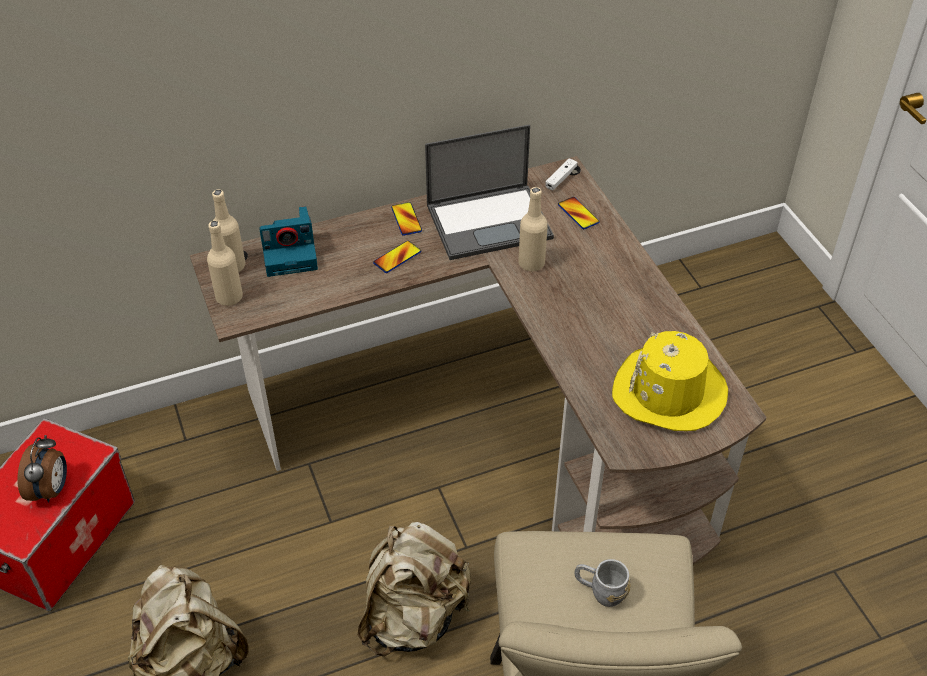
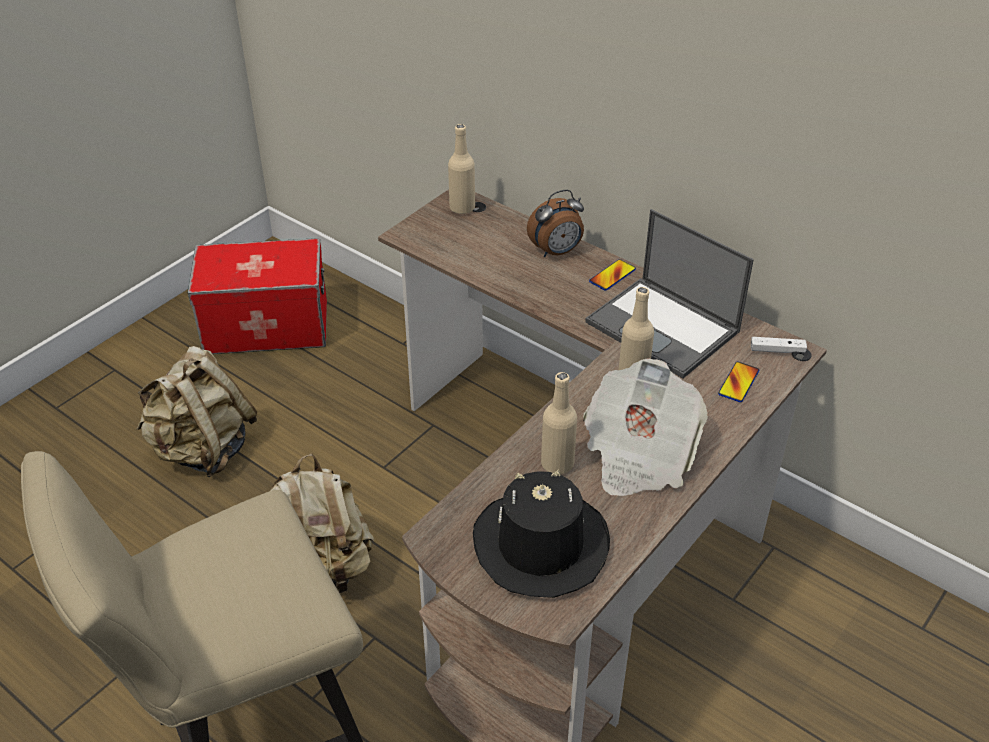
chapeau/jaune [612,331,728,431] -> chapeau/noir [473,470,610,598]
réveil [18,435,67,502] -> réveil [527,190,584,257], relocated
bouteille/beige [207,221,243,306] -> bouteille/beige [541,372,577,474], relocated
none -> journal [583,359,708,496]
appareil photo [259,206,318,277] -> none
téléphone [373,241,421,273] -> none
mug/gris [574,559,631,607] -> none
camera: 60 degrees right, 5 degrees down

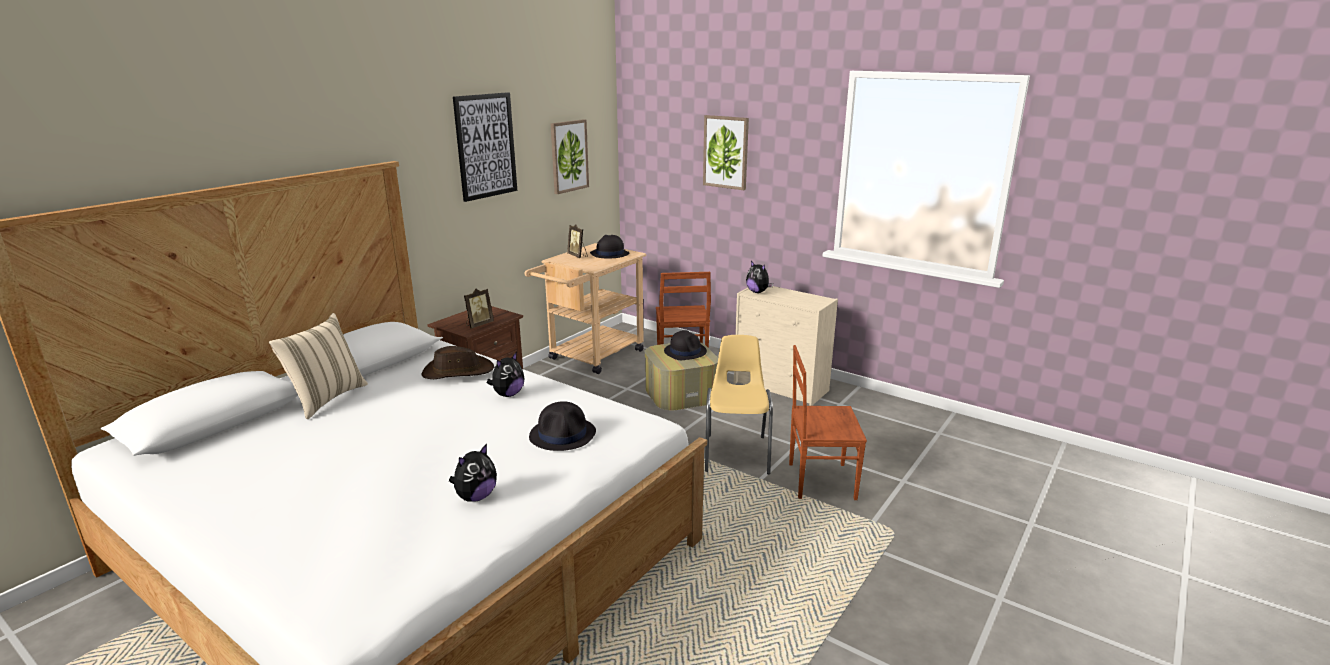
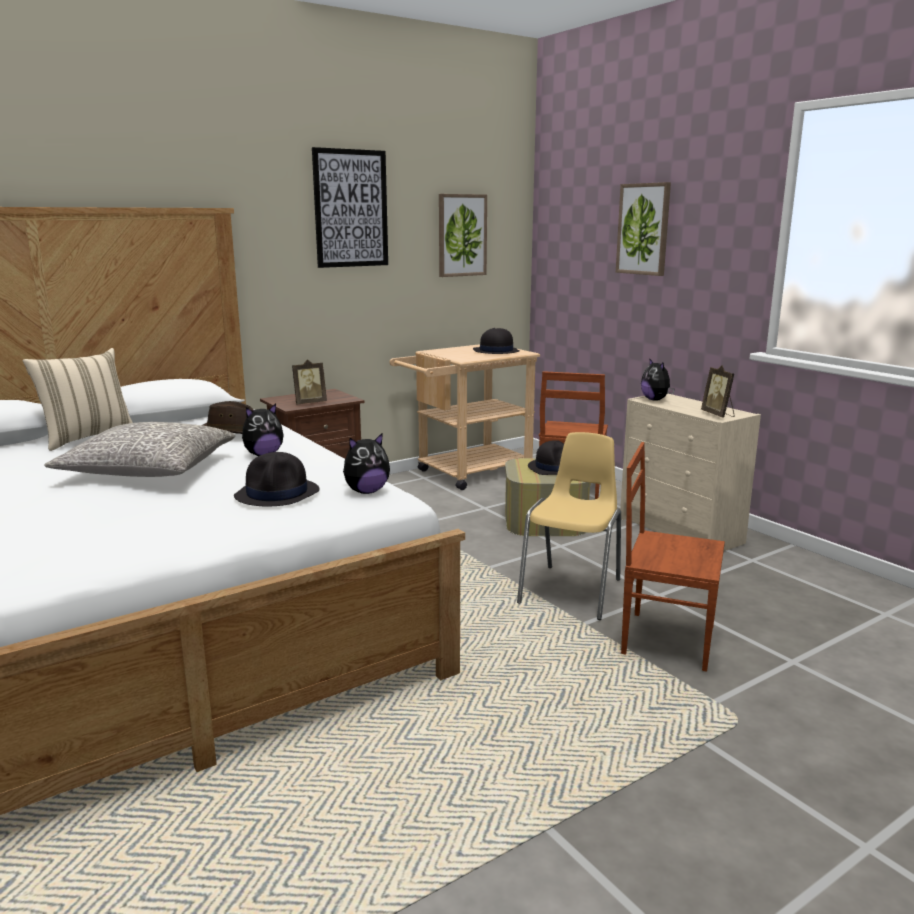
none -> coussin/gris [44,422,235,477]
peluche [449,444,497,502] -> peluche [343,433,390,494], relocated
cadre photo [567,224,588,258] -> cadre photo [701,365,734,417], relocated
camera: 20 degrees right, 5 degrees down

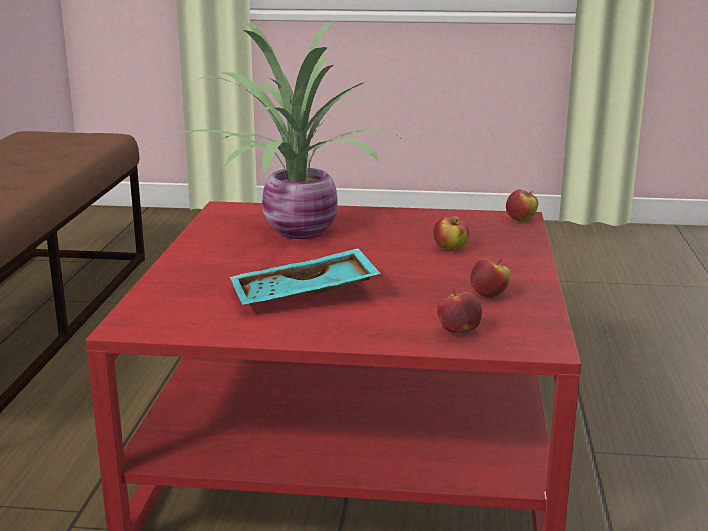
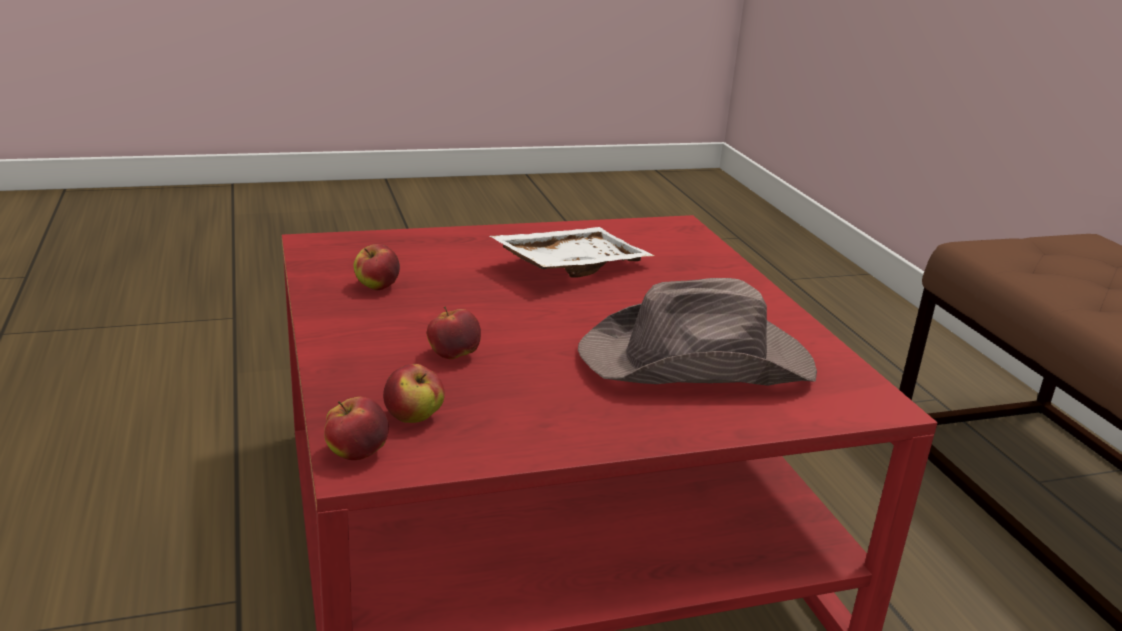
pomme [437,289,482,334] -> pomme [383,364,445,423], relocated
plateau/turquoise [230,248,381,305] -> plateau/blanc [490,227,654,278]
plante en pot [166,21,399,239] -> chapeau/marron [578,278,817,386]
camera: 155 degrees right, 5 degrees up

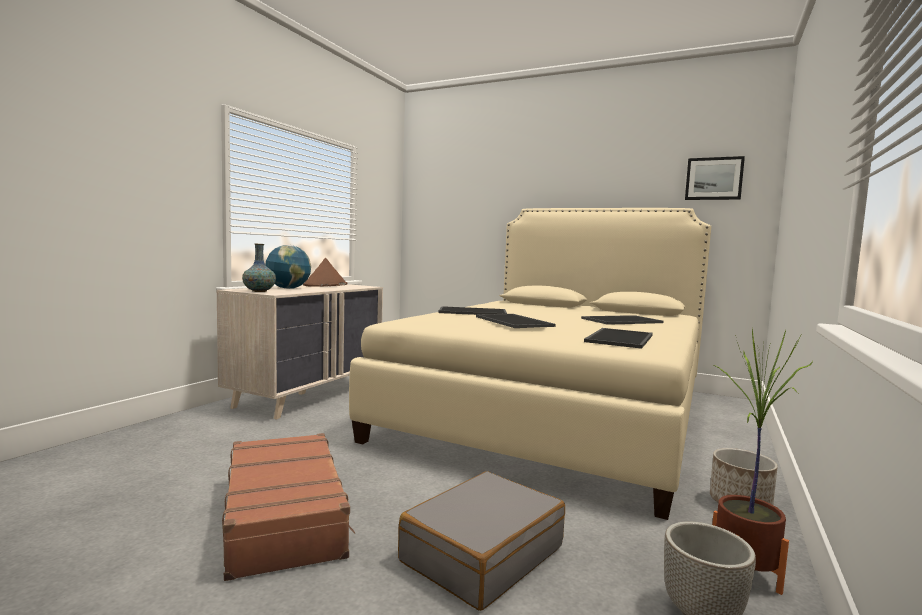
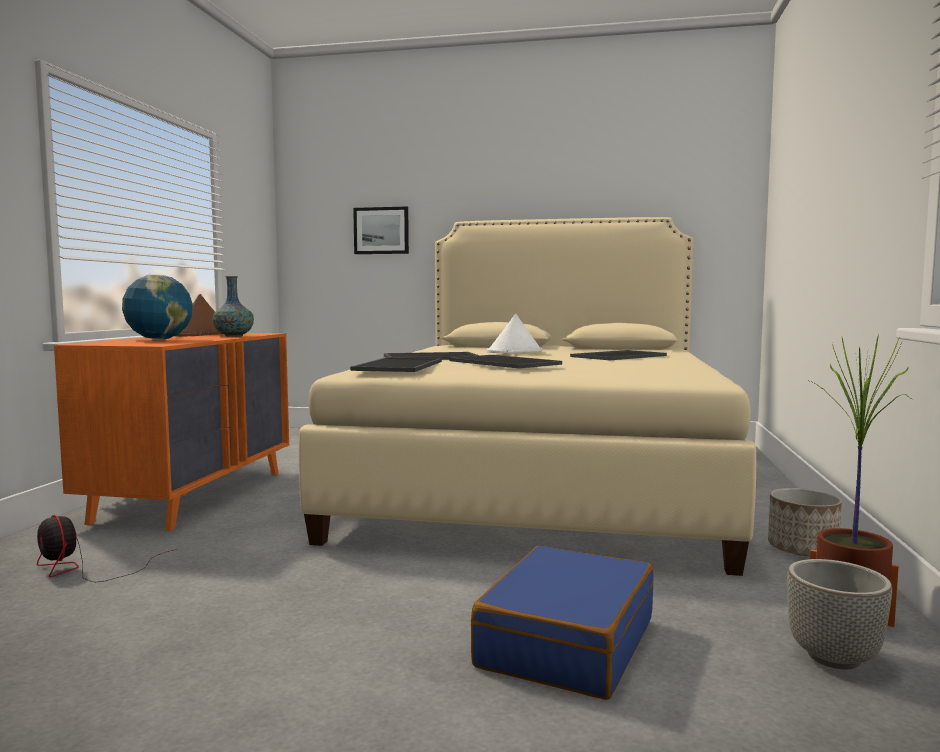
none -> ventilateur [37,515,177,582]
commode/beige [217,284,383,420] -> commode/orange [54,333,289,531]
vase [242,243,276,292] -> vase [212,276,254,337], relocated
plateau [584,328,653,349] -> plateau [350,357,442,372], relocated
tableau [685,156,745,200] -> tableau [353,207,409,254], relocated
valise/gris [398,471,565,611] -> valise/bleu [471,546,654,700]
none -> chapeau/blanc [487,314,542,353]
valise/marron [222,433,356,581] -> none
camera: 15 degrees left, 0 degrees up

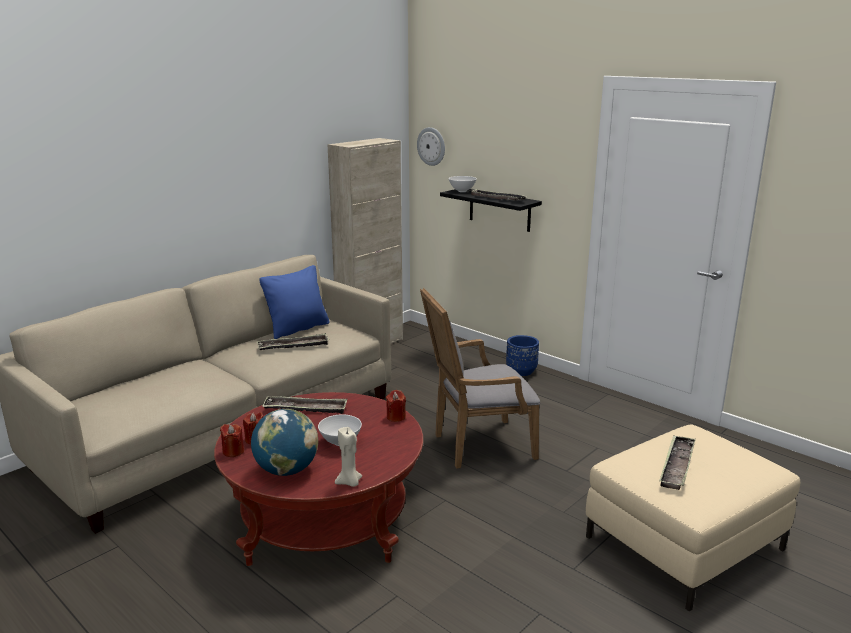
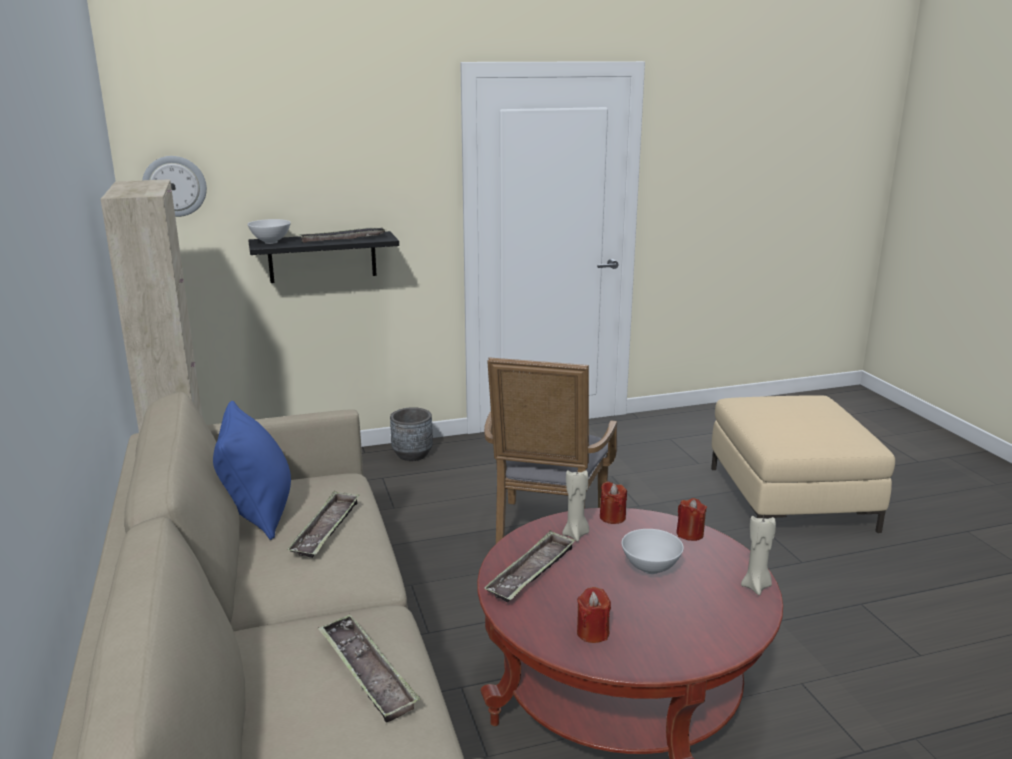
plateau [659,435,696,490] -> plateau [318,614,420,723], relocated
cache-pot/bleu [506,335,539,376] -> cache-pot/gris [390,407,433,461]
none -> bougie/beige [562,469,589,542]
bougie/rouge [220,424,244,457] -> bougie/rouge [676,498,707,541], relocated
globe [251,409,318,476] -> none
camera: 60 degrees left, 0 degrees up

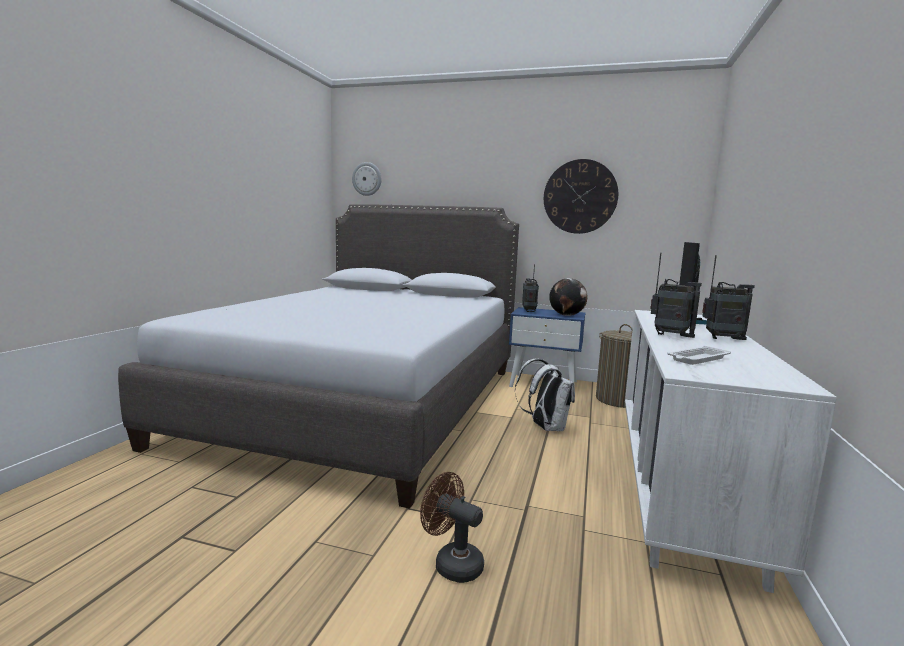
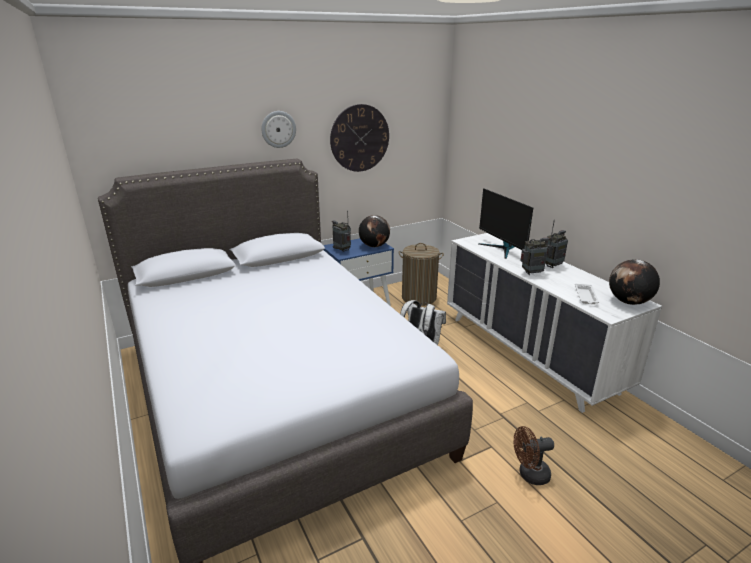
horloge murale [352,162,381,196] -> horloge murale [261,111,296,148], relocated
none -> globe [609,259,660,305]
camera: 45 degrees left, 15 degrees up

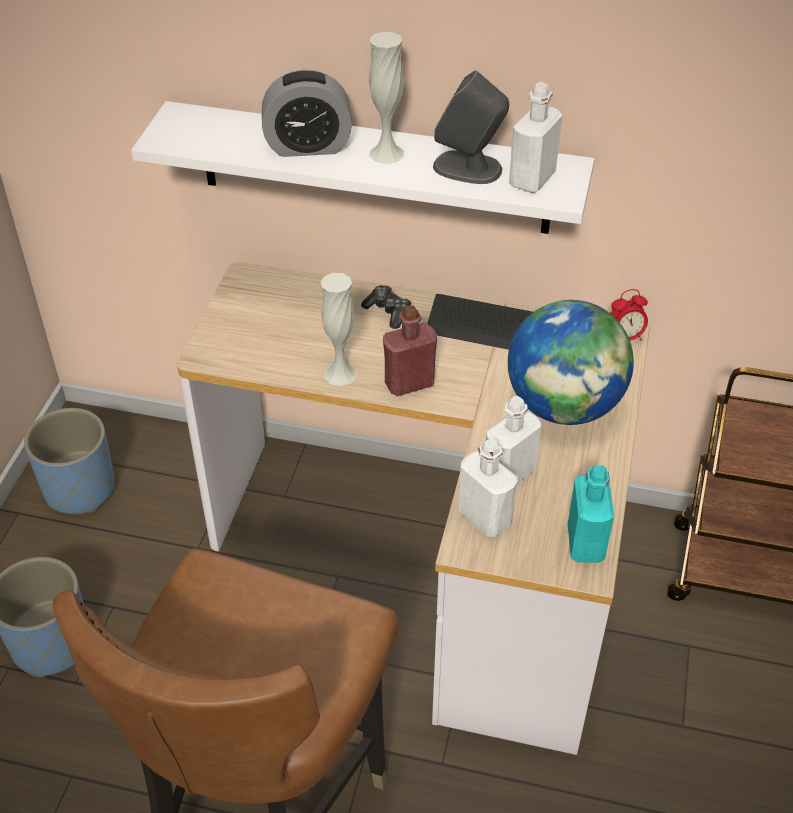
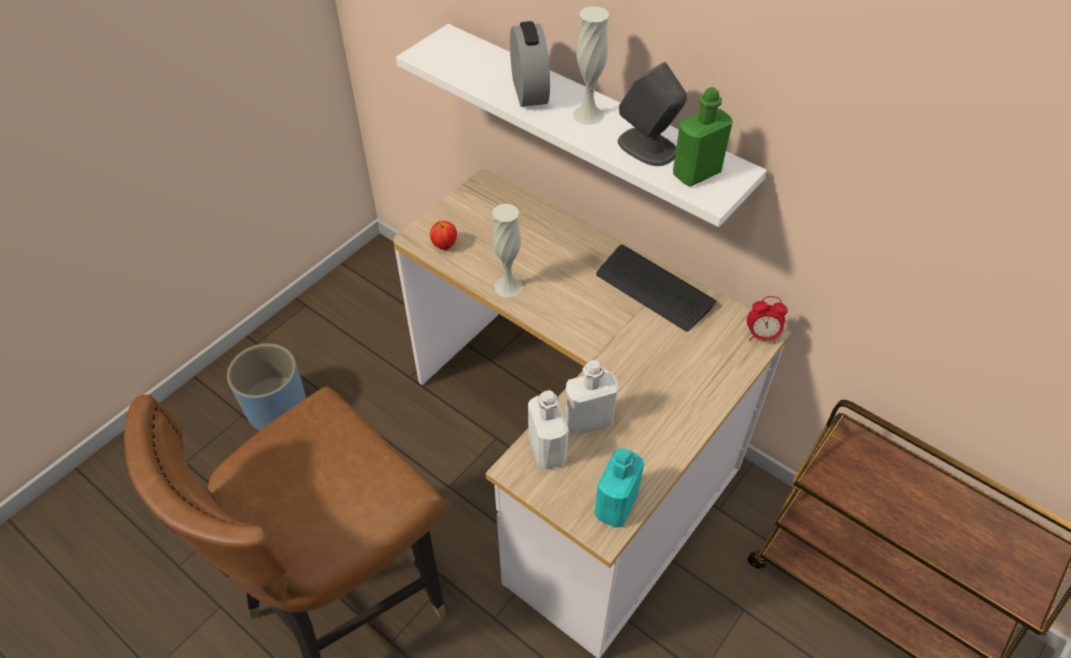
none -> pomme [430,221,457,250]
réveil [262,70,352,157] -> réveil [510,21,550,107], 120 degrees counterclockwise
bouteille/blanc [509,82,563,193] -> bouteille/vert [673,87,733,186]
cache-pot/bleu [24,408,115,514] -> none
manette [361,285,411,329] -> none
bouteille/rouge [383,305,437,397] -> none
globe [508,300,634,425] -> none
camera: 25 degrees right, 5 degrees up

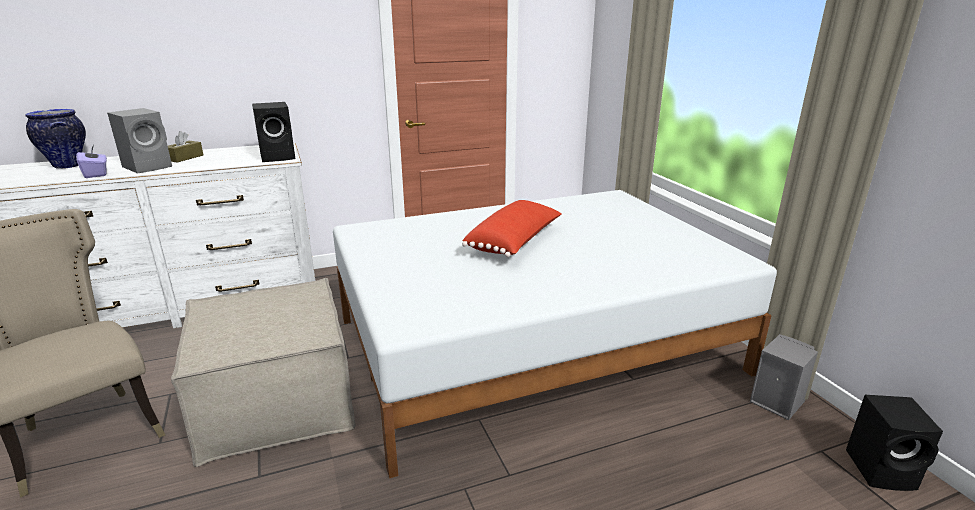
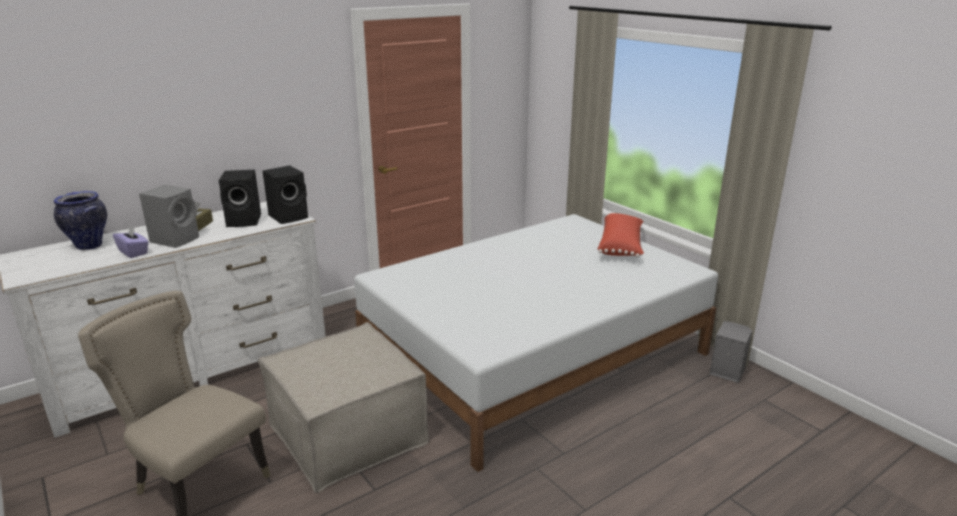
enceinte/noir [846,395,943,491] -> enceinte/noir [218,170,261,227], relocated
coussin/rouge [462,200,562,257] -> coussin/rouge [598,213,644,257], relocated
camera: 15 degrees left, 0 degrees up

